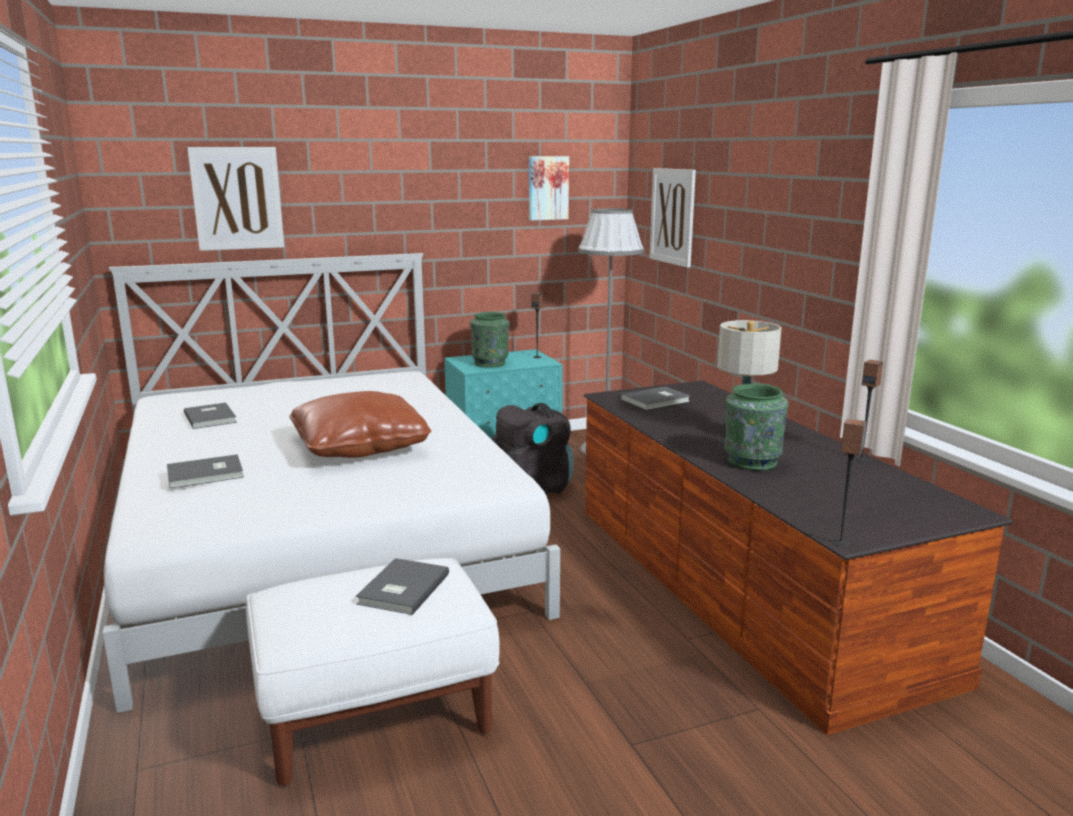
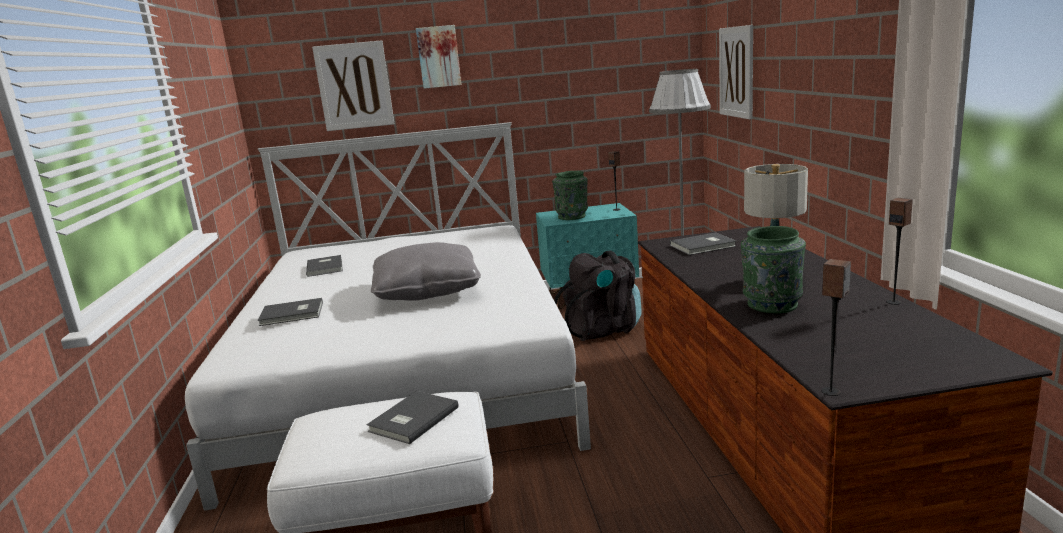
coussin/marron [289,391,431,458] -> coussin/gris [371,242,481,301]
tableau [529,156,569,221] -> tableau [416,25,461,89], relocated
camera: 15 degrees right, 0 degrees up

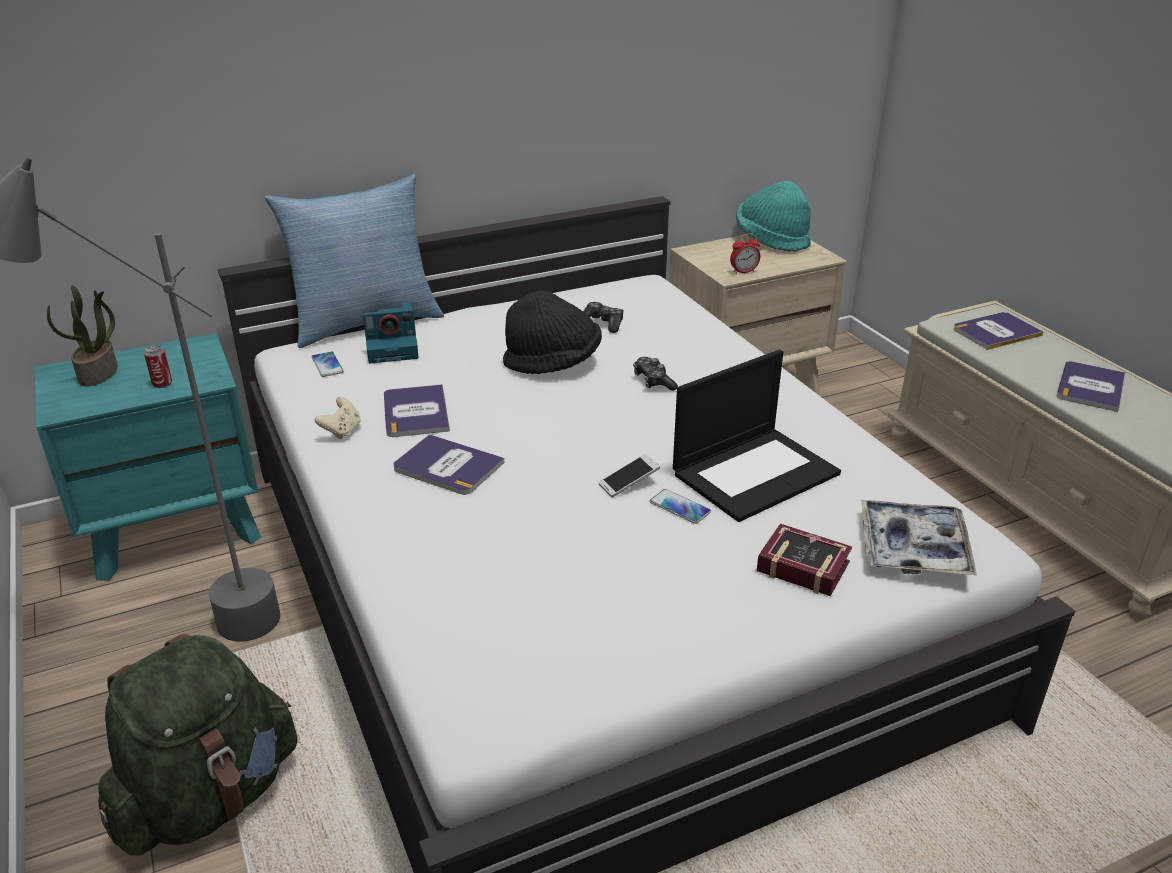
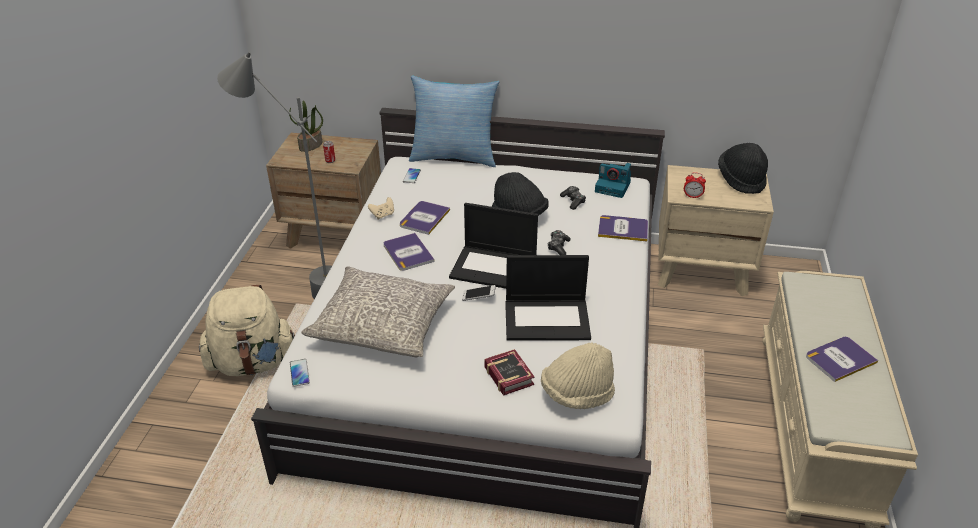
sac à dos/vert [98,634,298,855] -> sac à dos/beige [199,285,295,376]
table de chevet/turquoise [34,333,261,581] -> table de chevet/marron [266,133,381,249]
téléphone [650,489,711,524] -> téléphone [290,359,310,387], relocated
none -> coussin/gris [301,266,455,357]
none -> ordinateur portable [449,203,538,289]
plateau [861,500,977,575] -> chapeau/beige [541,342,615,409]
appareil photo [363,301,419,364] -> appareil photo [595,163,631,198], relocated
livre [954,312,1044,350] -> livre [598,215,648,242], relocated
chapeau/turquoise [736,181,811,252] -> chapeau/noir [718,143,768,194]
camera: 35 degrees right, 5 degrees up

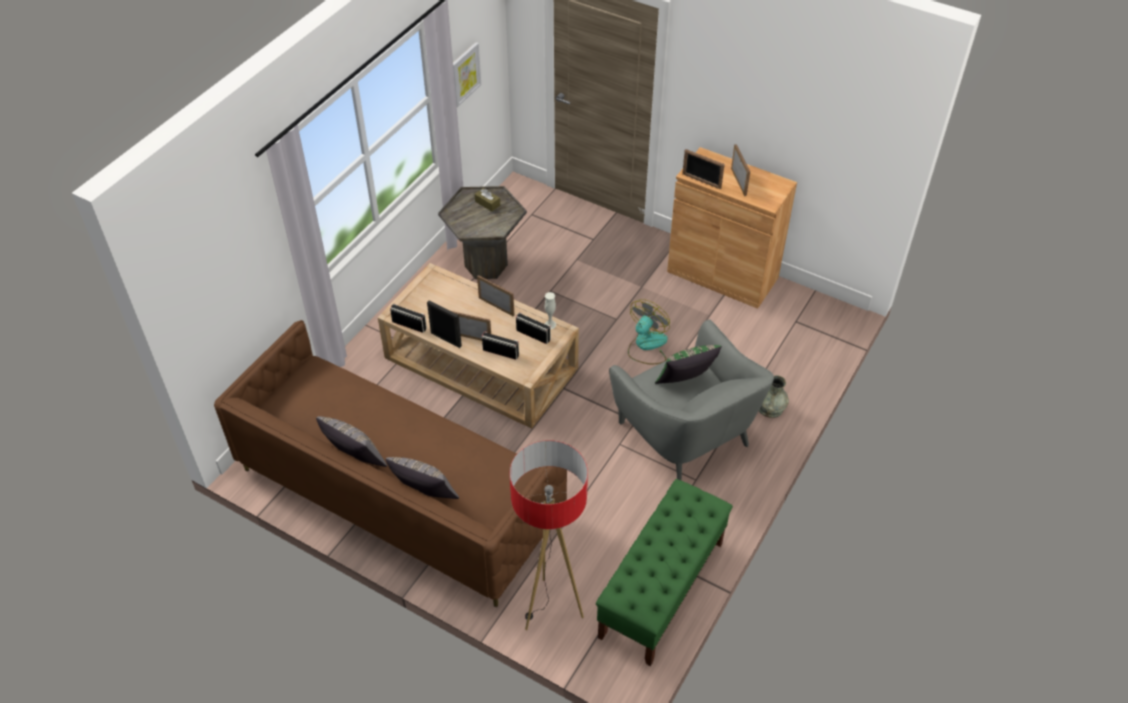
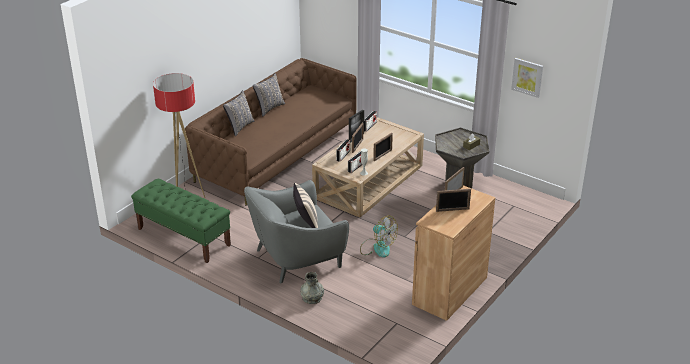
coussin/vert [655,345,722,384] -> coussin/beige [293,183,318,228]
camera: 95 degrees right, 15 degrees down

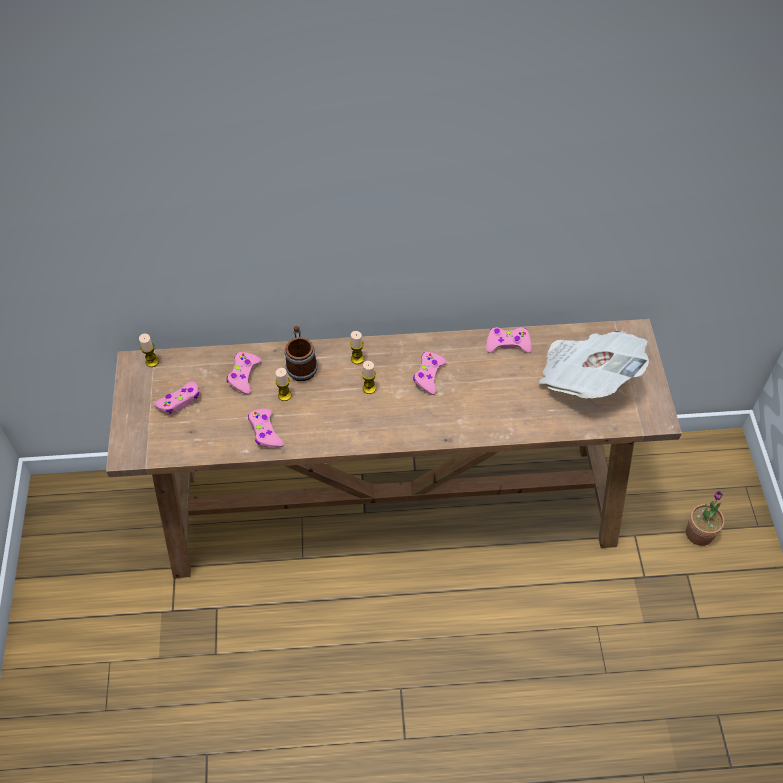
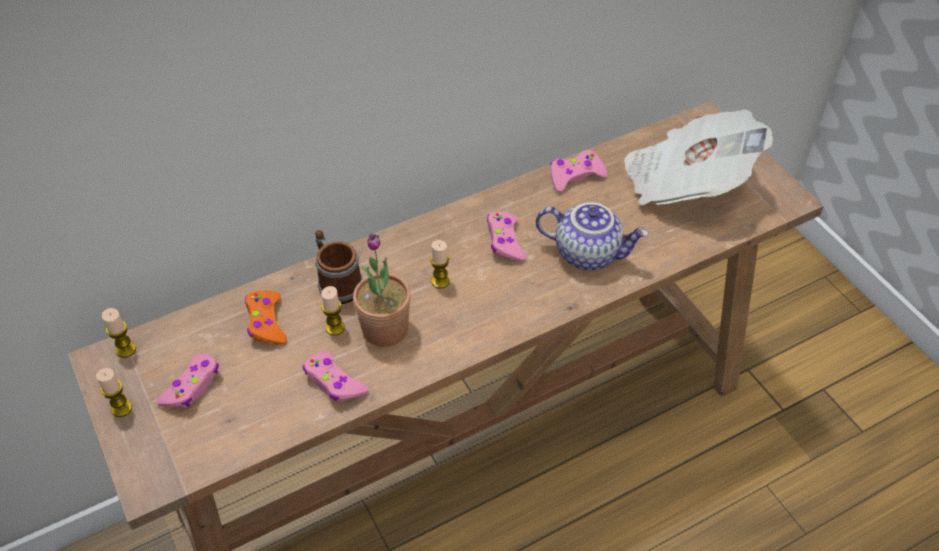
bougie [350,331,364,364] -> bougie [96,368,132,417], relocated
manette/rose [227,352,261,394] -> manette/orange [245,291,287,345]
plante en pot [686,491,725,546] -> plante en pot [353,233,411,347], relocated
none -> théière [536,202,649,270]
camera: 25 degrees left, 5 degrees down

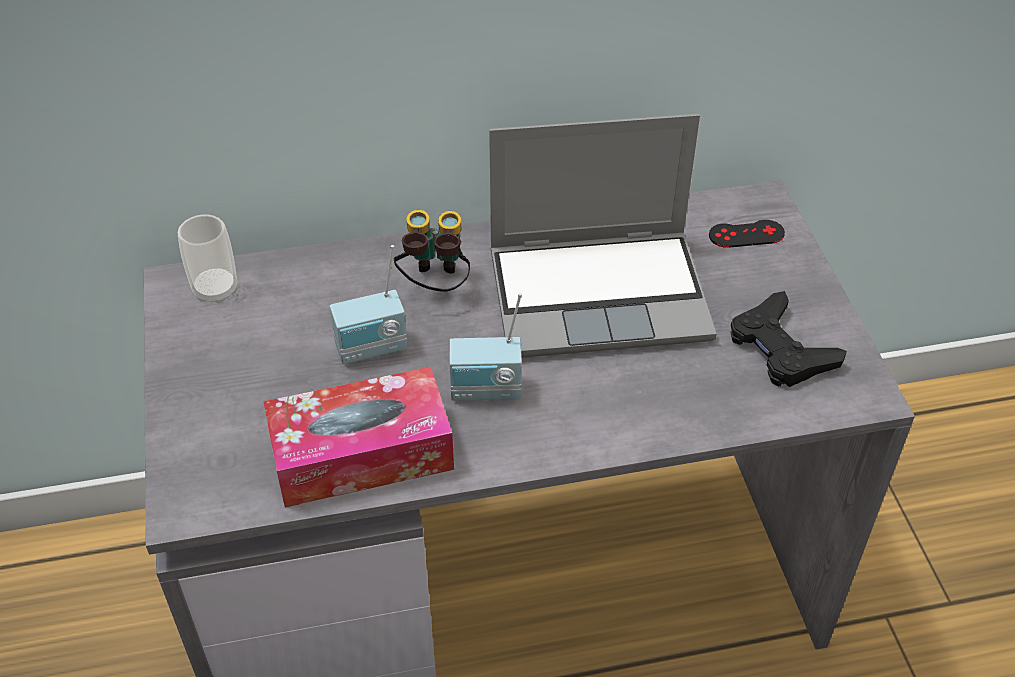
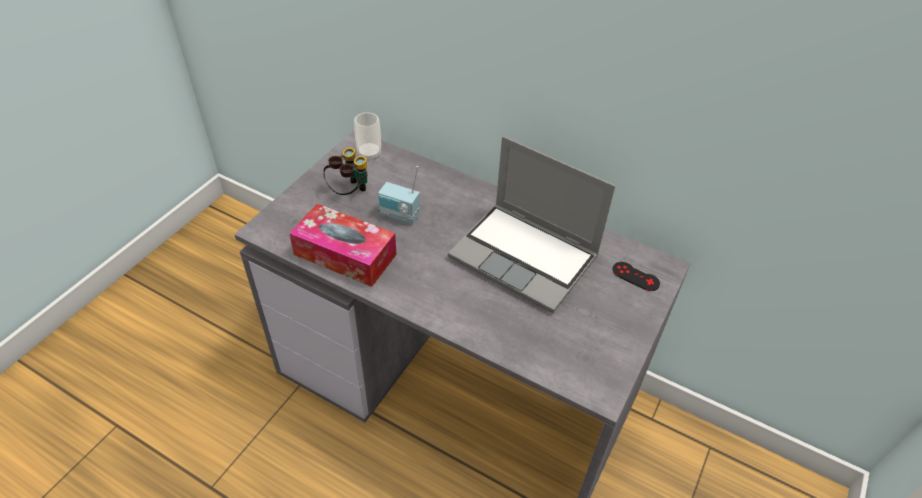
jumelles [394,210,470,292] -> jumelles [324,148,367,195], relocated
radio [449,293,522,401] -> none
manette/noir [730,291,847,387] -> none
camera: 40 degrees right, 0 degrees up

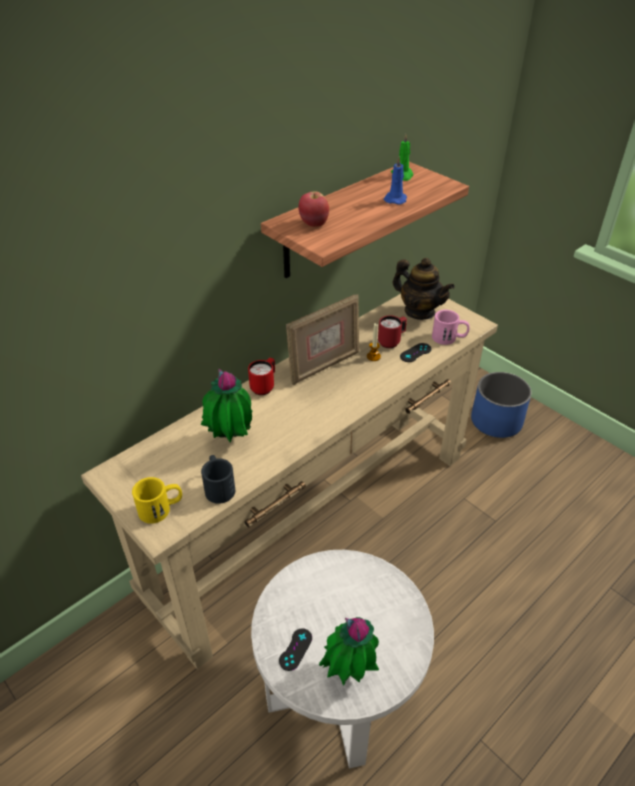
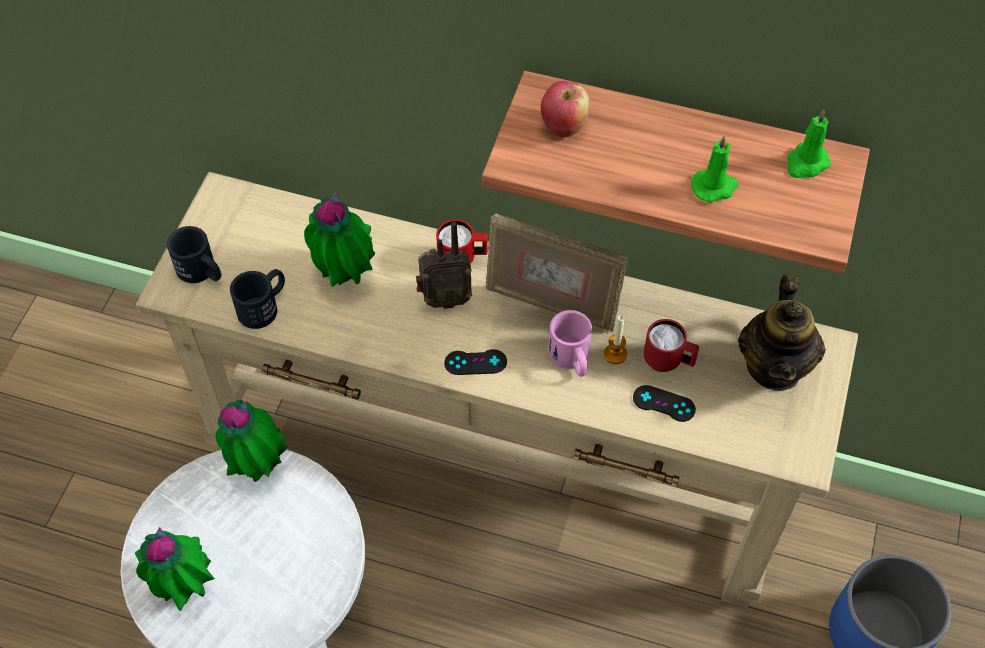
mug/jaune [132,477,182,524] -> mug/noir [167,226,221,283]
none -> plante en pot [215,400,288,482]
none -> radio [416,222,472,309]
manette/noir [279,628,312,671] -> manette/noir [444,349,507,375], relocated
mug/rose [432,310,470,345] -> mug/rose [548,310,592,377], relocated
bougie/bleu [384,156,407,205] -> bougie/vert [691,135,738,203]
camera: 60 degrees right, 15 degrees up

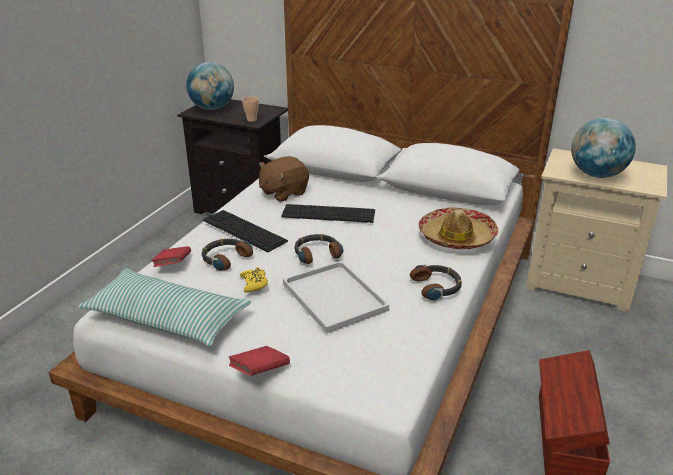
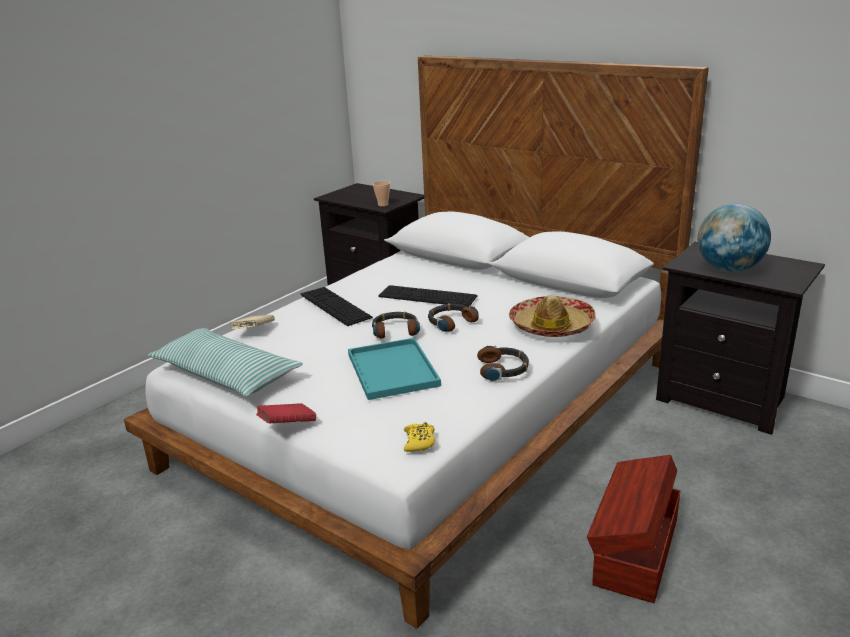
livre/rouge [151,246,191,267] -> livre/beige [230,315,275,330]
plateau/blanc [283,261,389,333] -> plateau/turquoise [348,338,441,400]
manette/jaune [240,267,268,292] -> manette/jaune [404,422,435,452], relocated
casque audio [202,239,253,271] -> casque audio [428,303,479,332], relocated
table de chevet/beige [526,148,667,312] -> table de chevet/noir [656,242,825,435]
globe [186,62,234,110] -> none
peluche/marron [259,156,309,202] -> none
camera: 15 degrees right, 5 degrees down

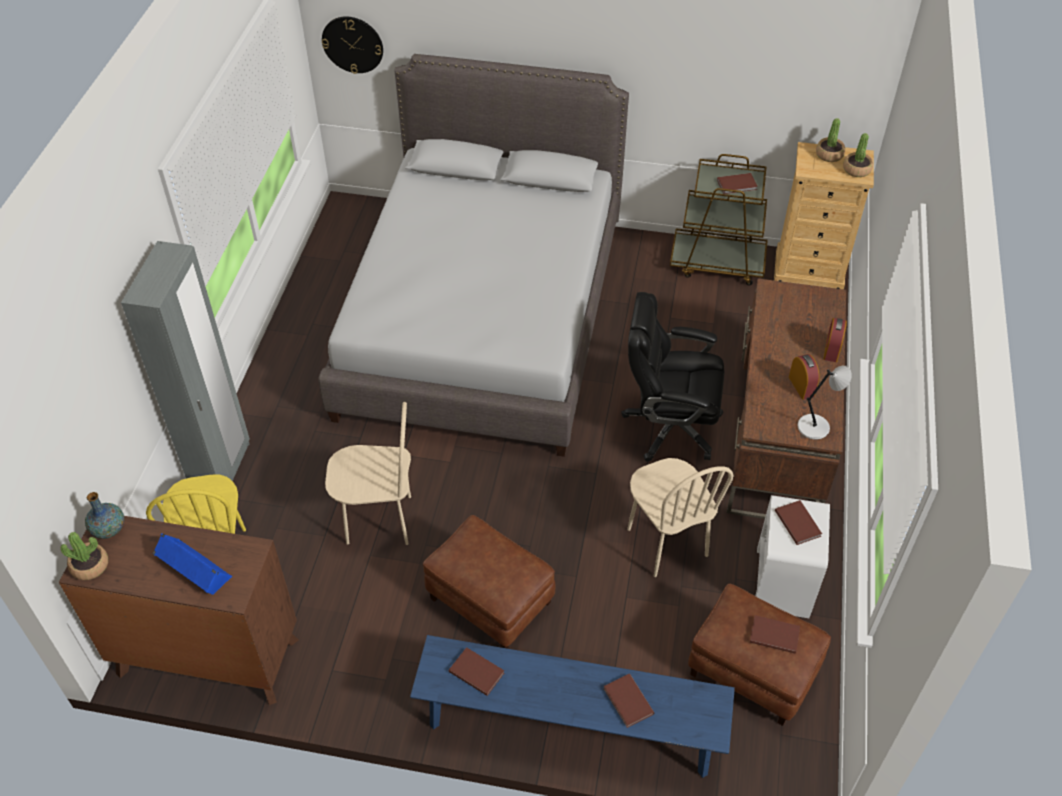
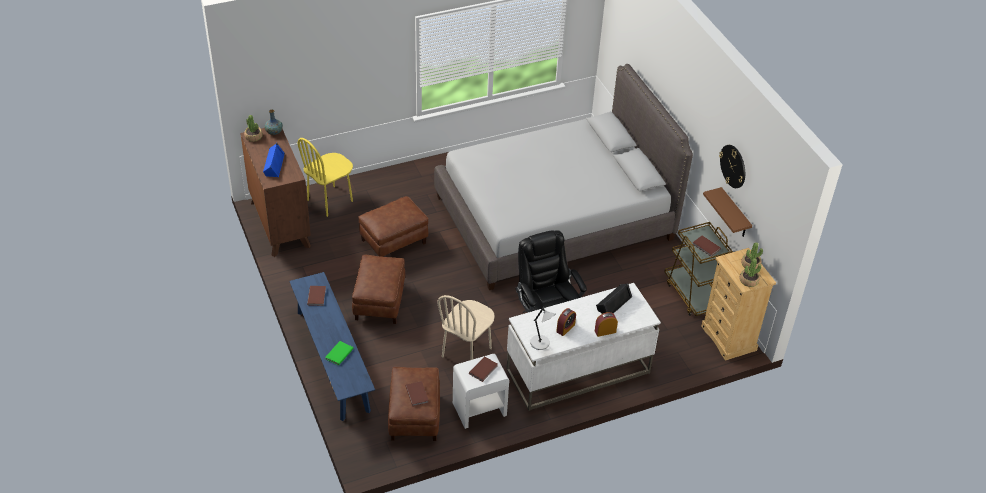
livre/marron [603,674,654,728] -> livre/vert [326,341,354,366]
chaise/beige [325,402,411,545] -> pouf/marron [358,196,428,257]
bureau/marron [726,279,846,519] -> bureau/blanc [507,283,661,411]
none -> enceinte/noir [596,283,632,314]
none -> étagère/marron [703,187,752,237]
horloge murale [322,16,383,74] -> horloge murale [719,145,745,188], relocated
armoire/gris [121,241,250,481] -> none
camera: 55 degrees right, 5 degrees down

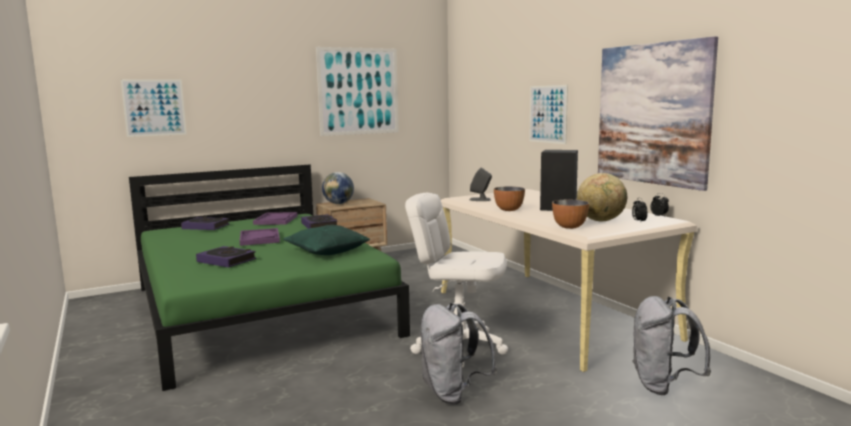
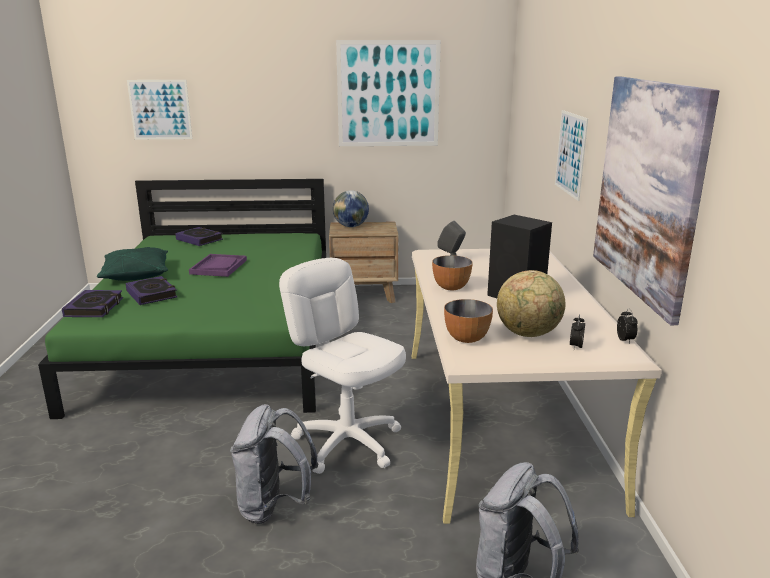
livre [301,214,337,229] -> livre [62,290,123,317], relocated
coussin/vert [283,225,370,255] -> coussin/vert [97,247,168,281], relocated
plateau/violet [253,212,298,225] -> none
camera: 25 degrees right, 10 degrees up

